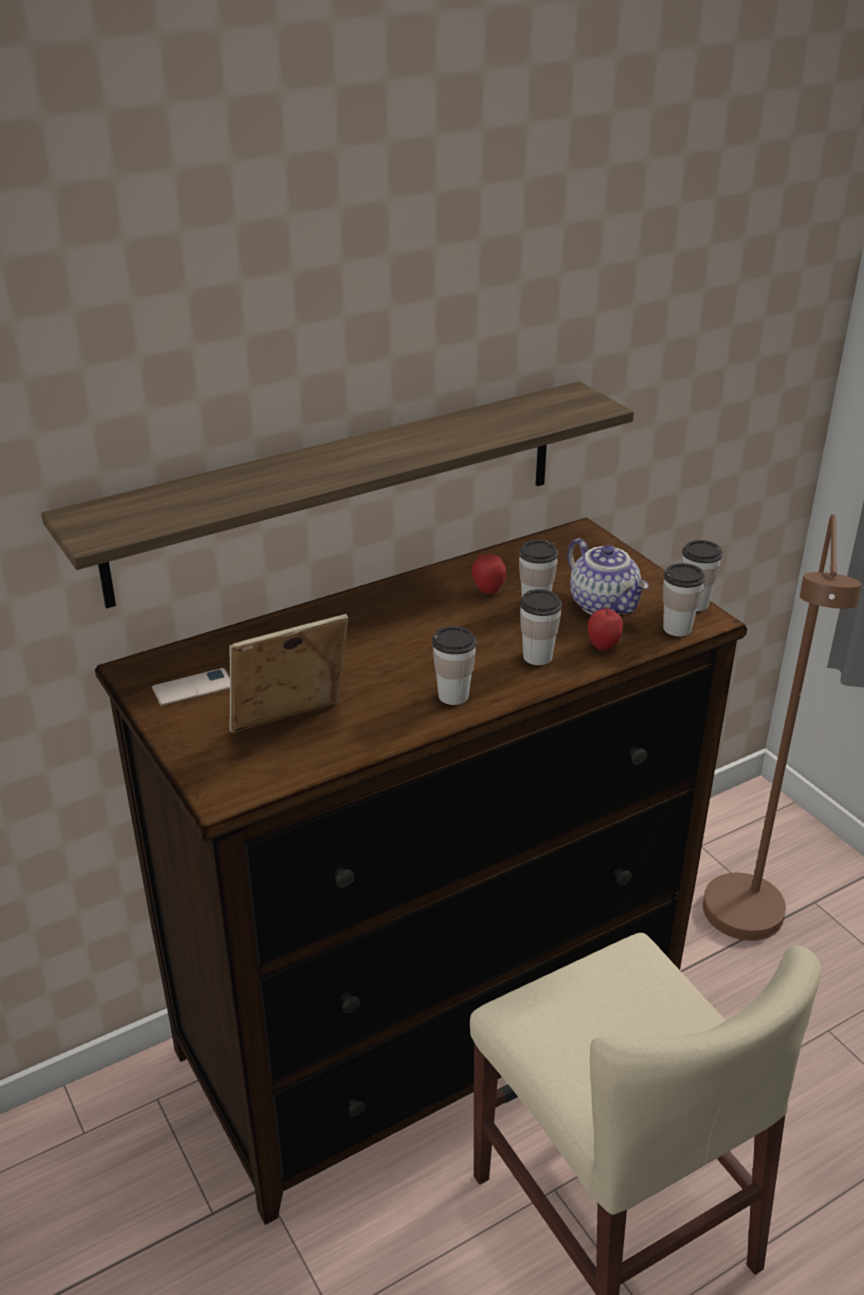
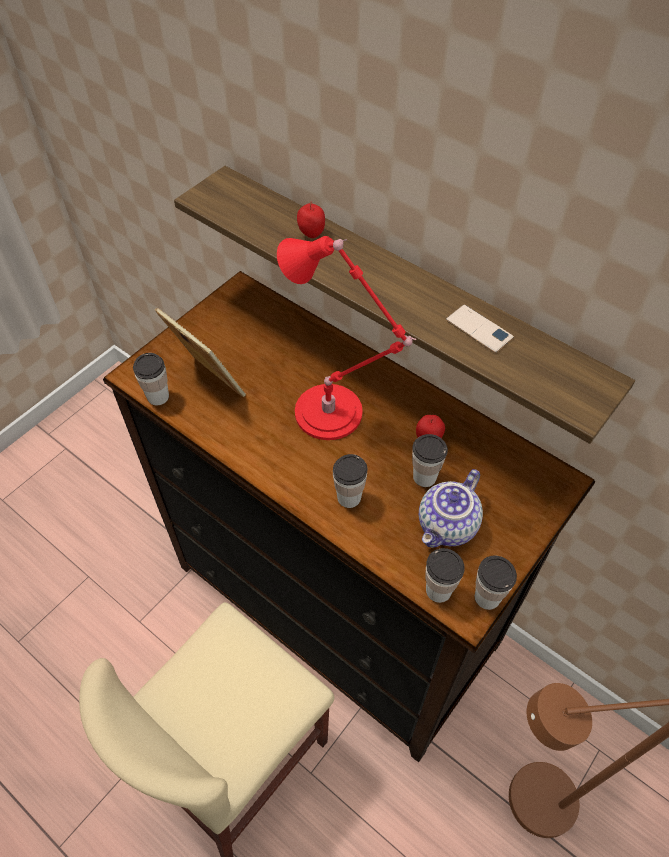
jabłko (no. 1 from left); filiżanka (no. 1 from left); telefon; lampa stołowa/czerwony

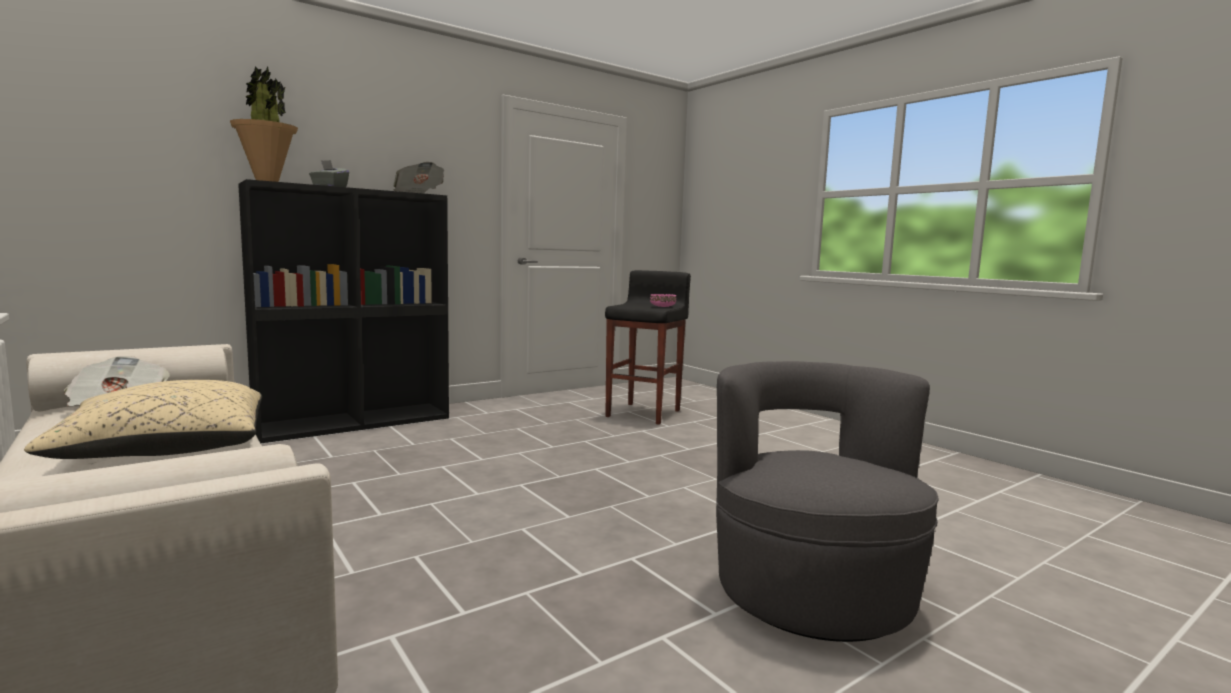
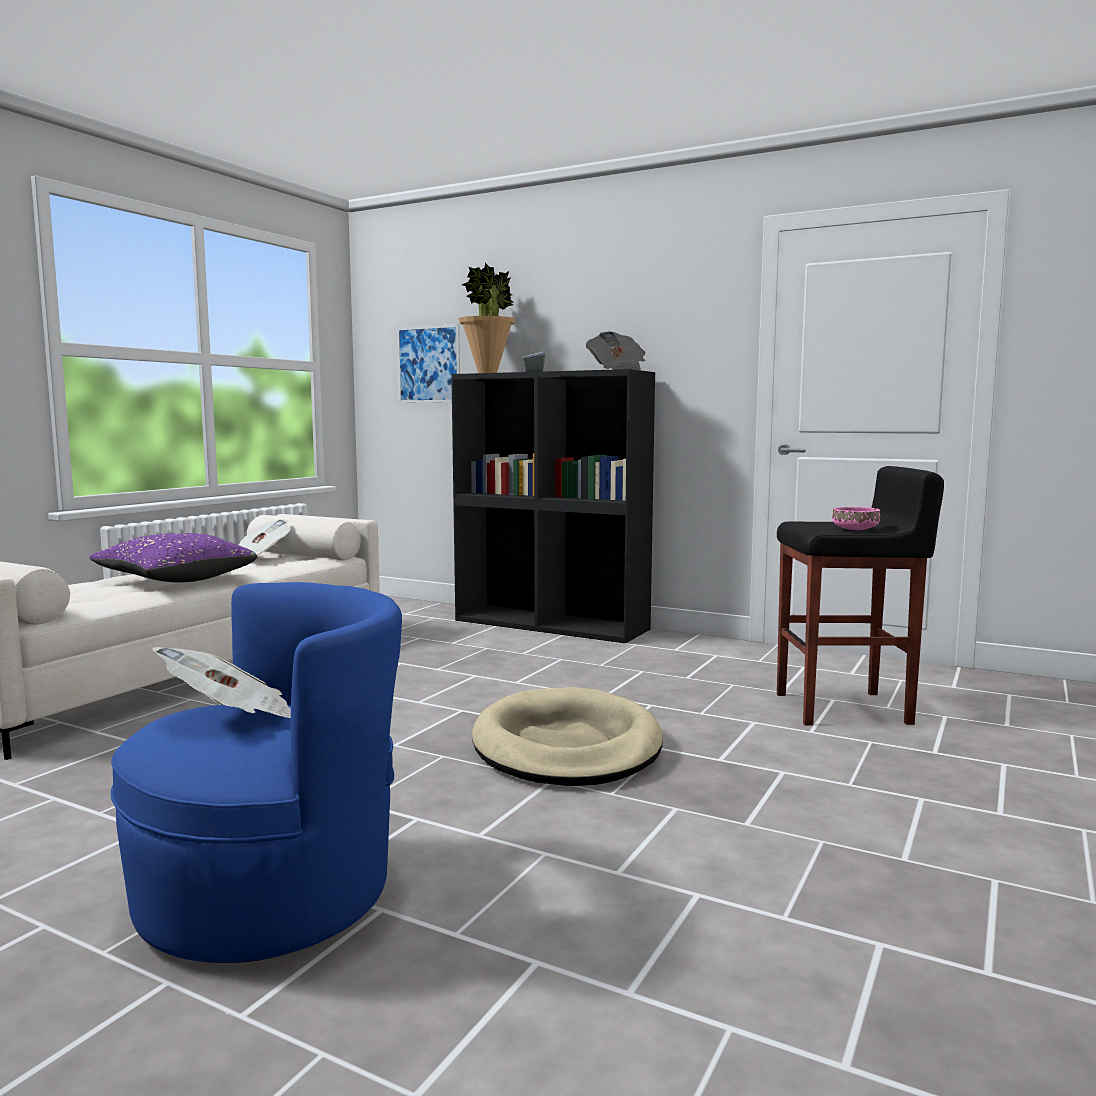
fotel/niebieski; poduszka/fioletowy; obraz; gazeta (no. 1 from left); legowisko/beżowy

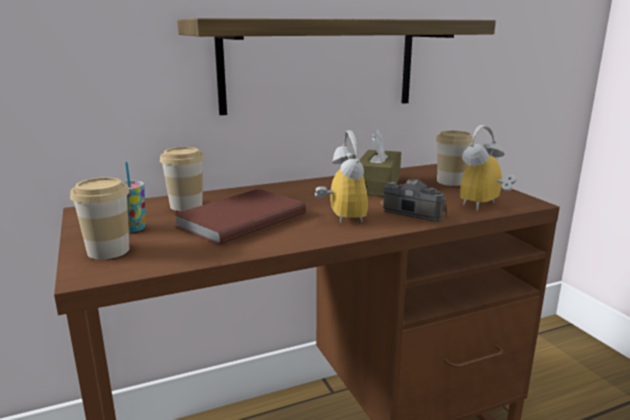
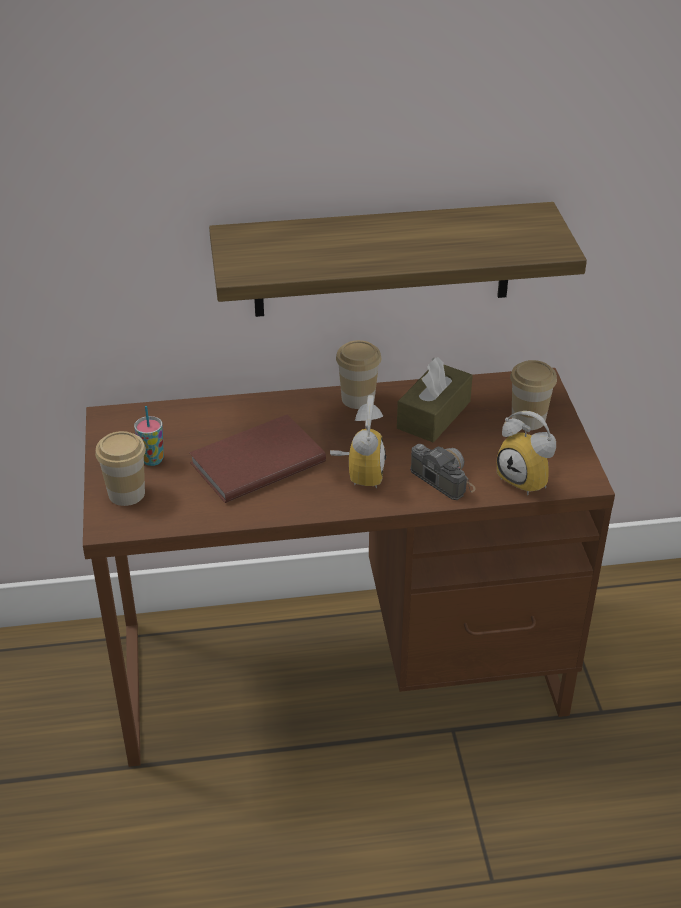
budzik (no. 2 from left); filiżanka (no. 3 from left)

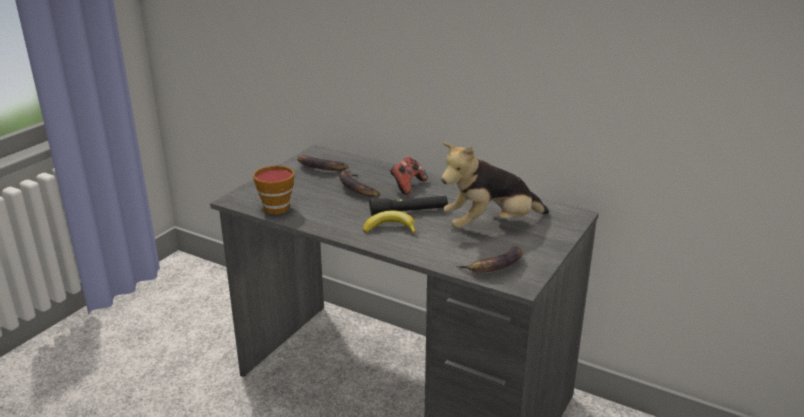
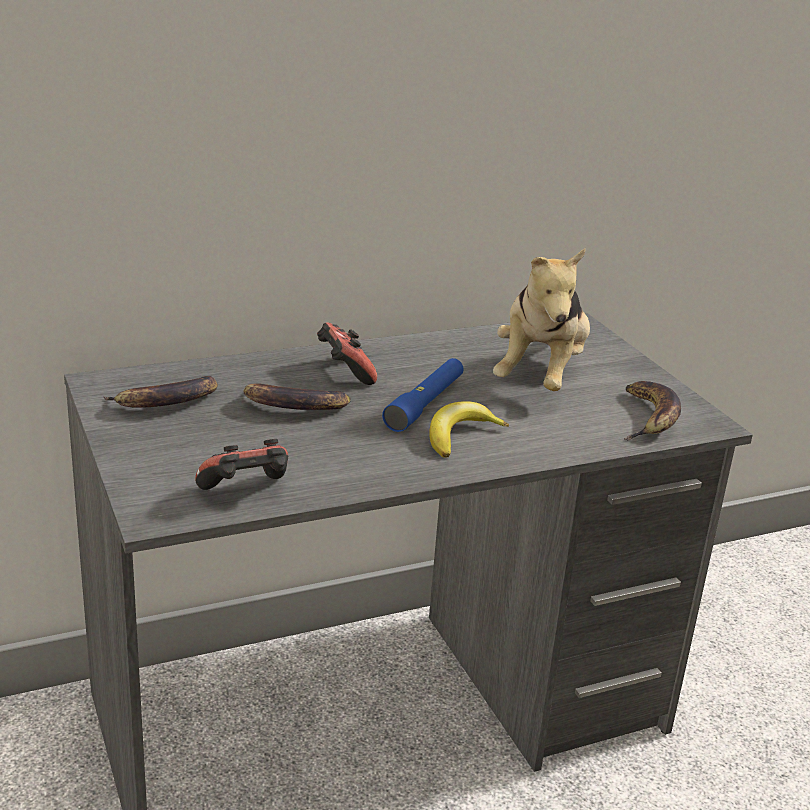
pad do gier (no. 1 from left); latarka/niebieski

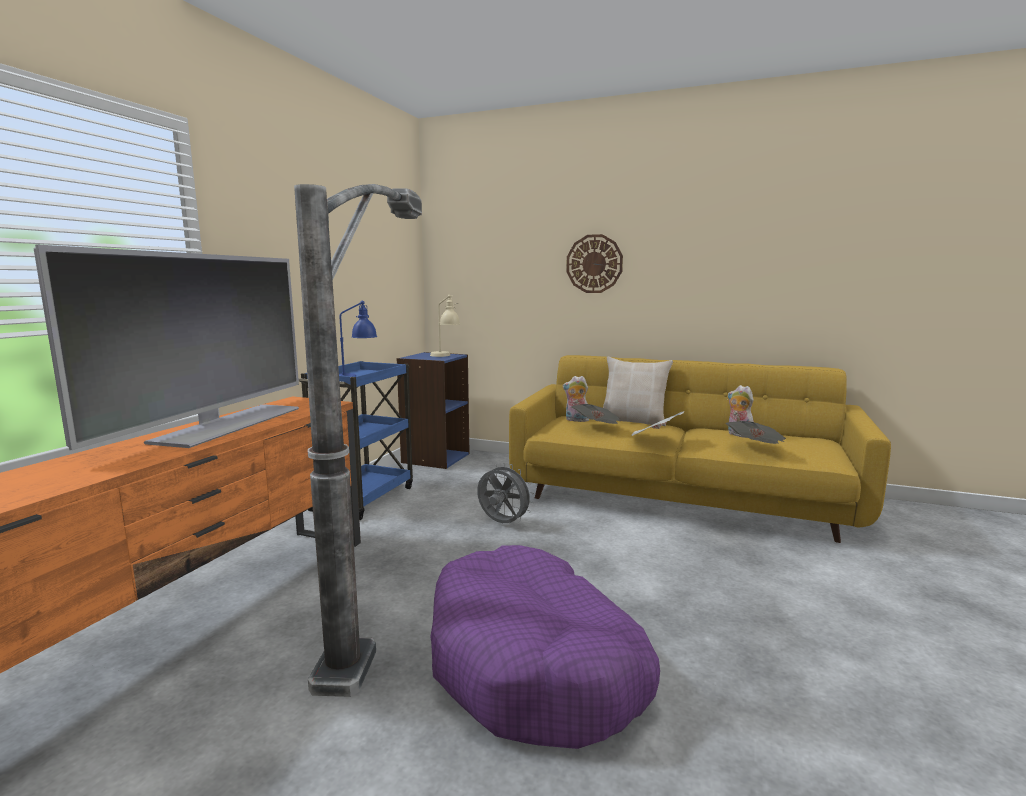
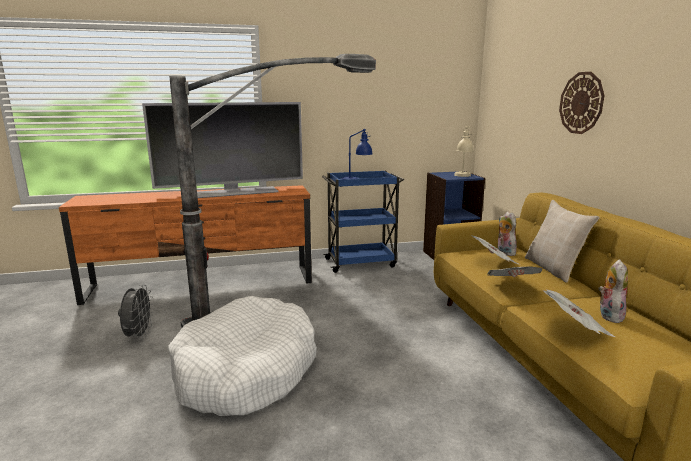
wentylator/szary; legowisko/biały

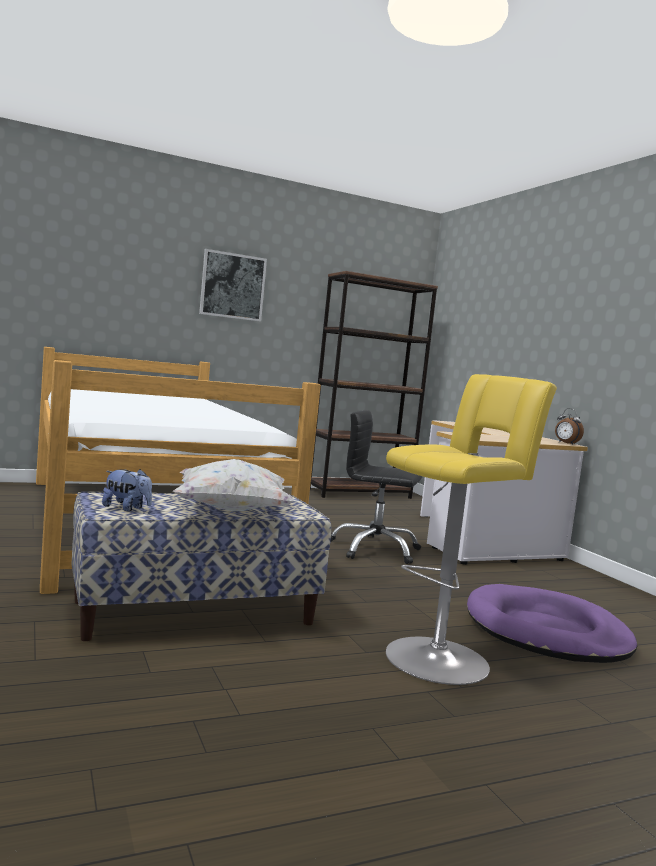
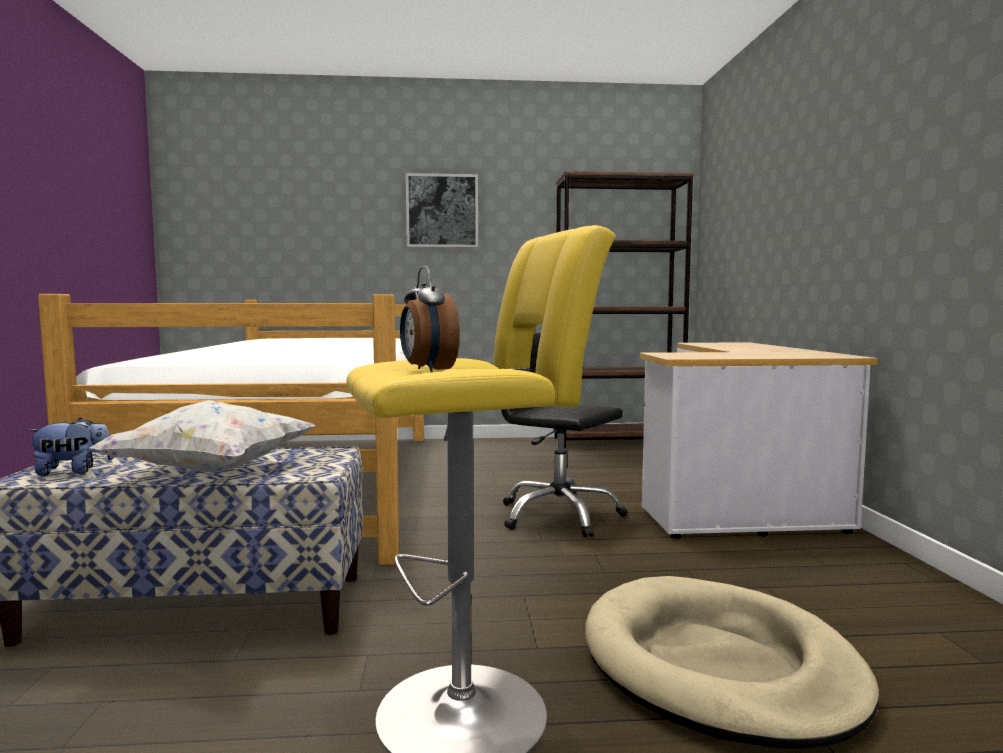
budzik; pluszak; legowisko/beżowy

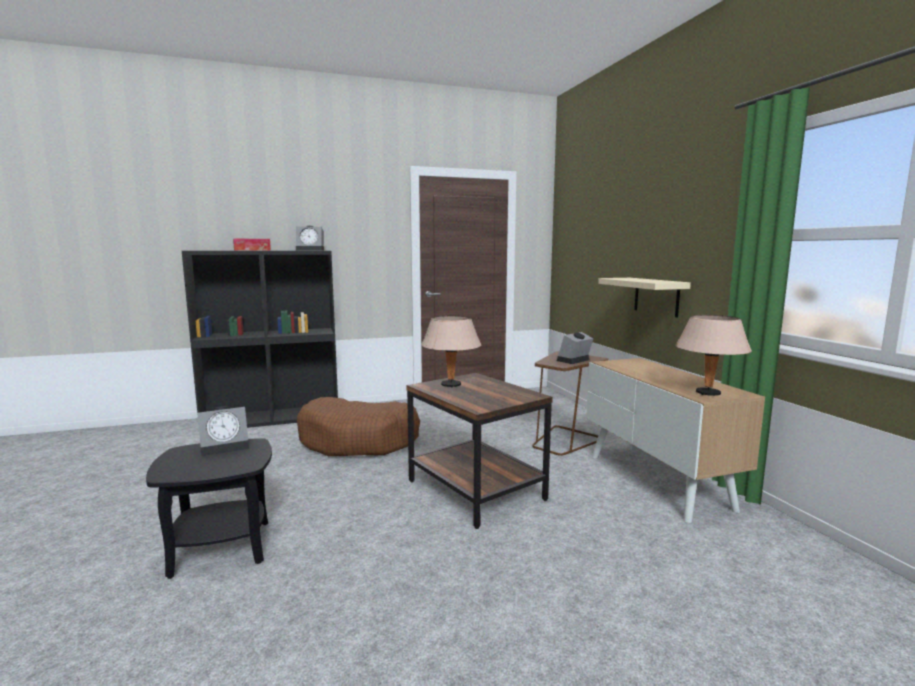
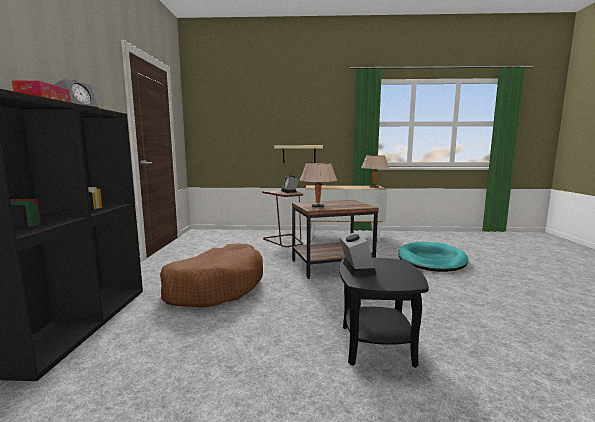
legowisko/turkusowy

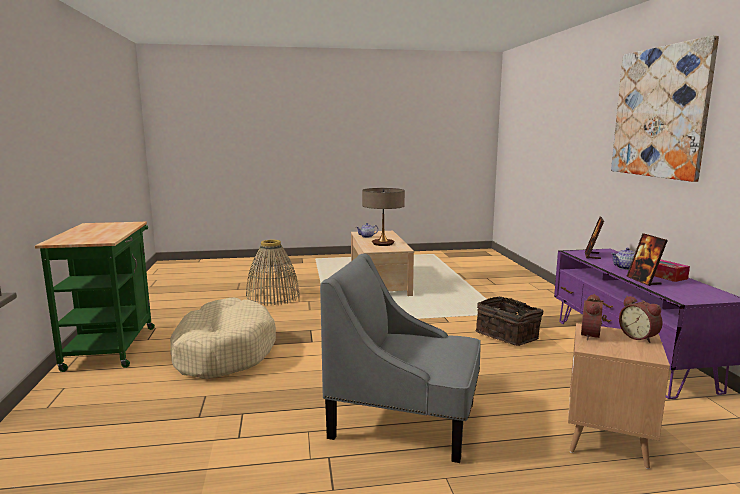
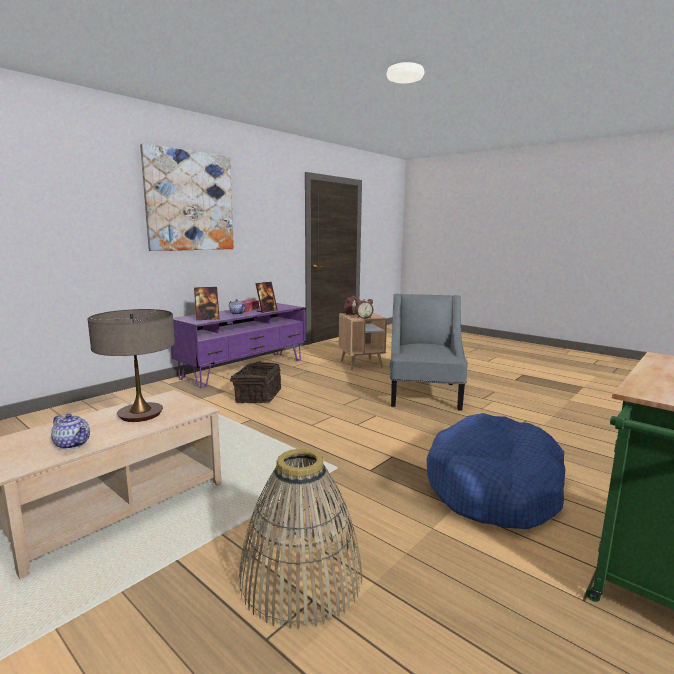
fotel/szary; legowisko/niebieski

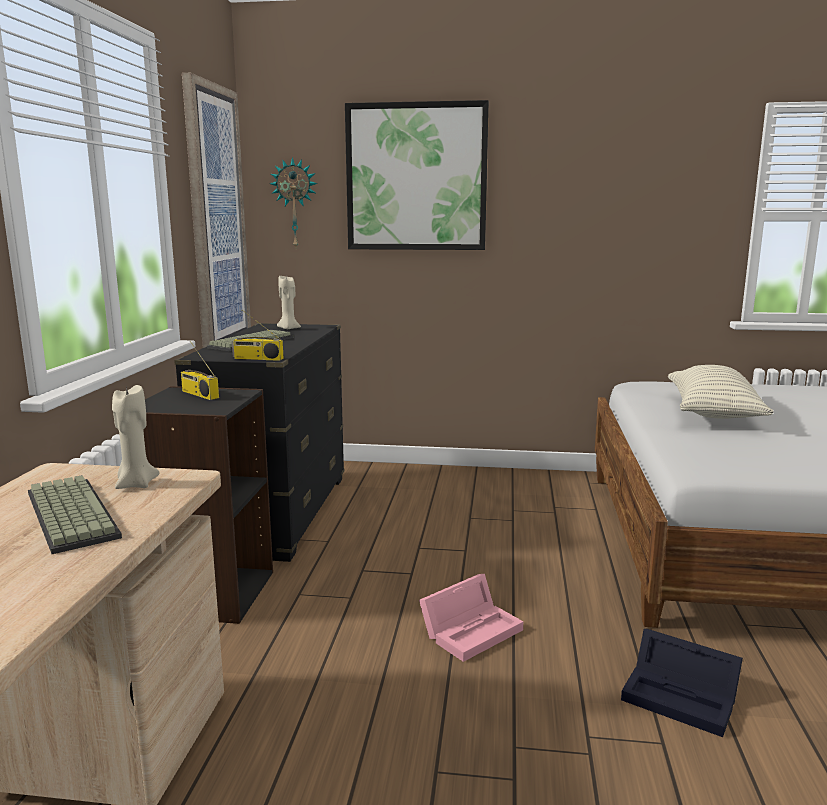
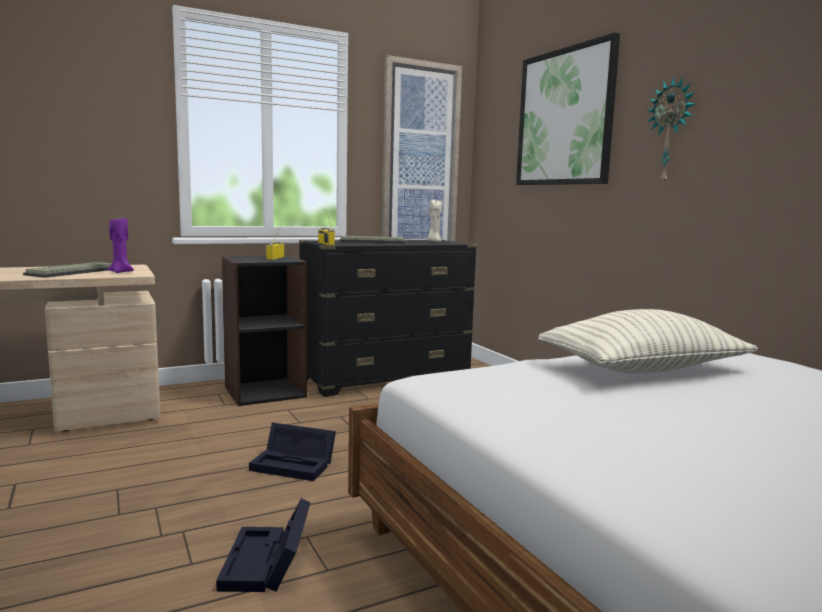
zegar ścienny; świeca/fioletowy; pojemnik do przechowywania/czarny (no. 2 from left)

